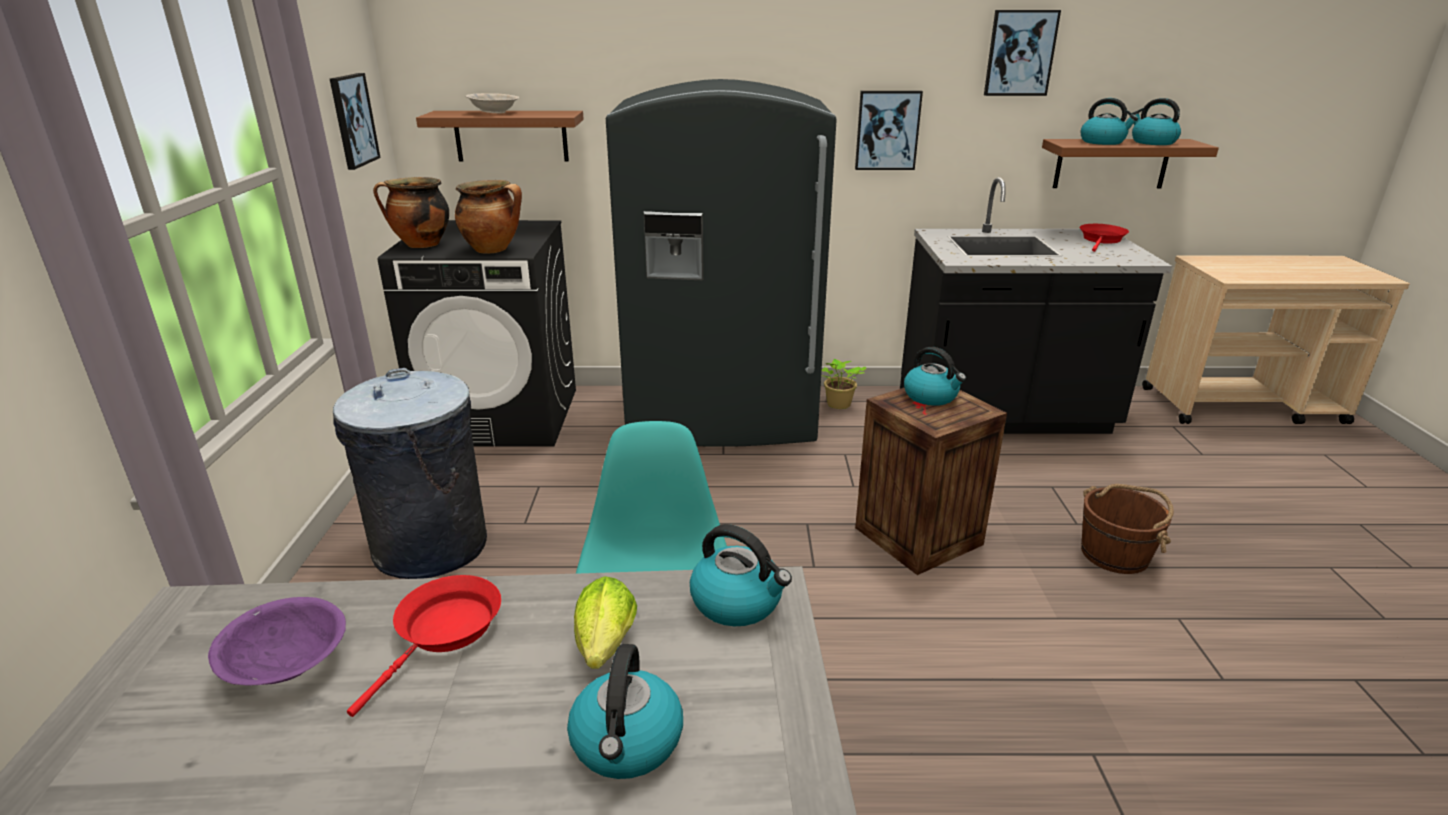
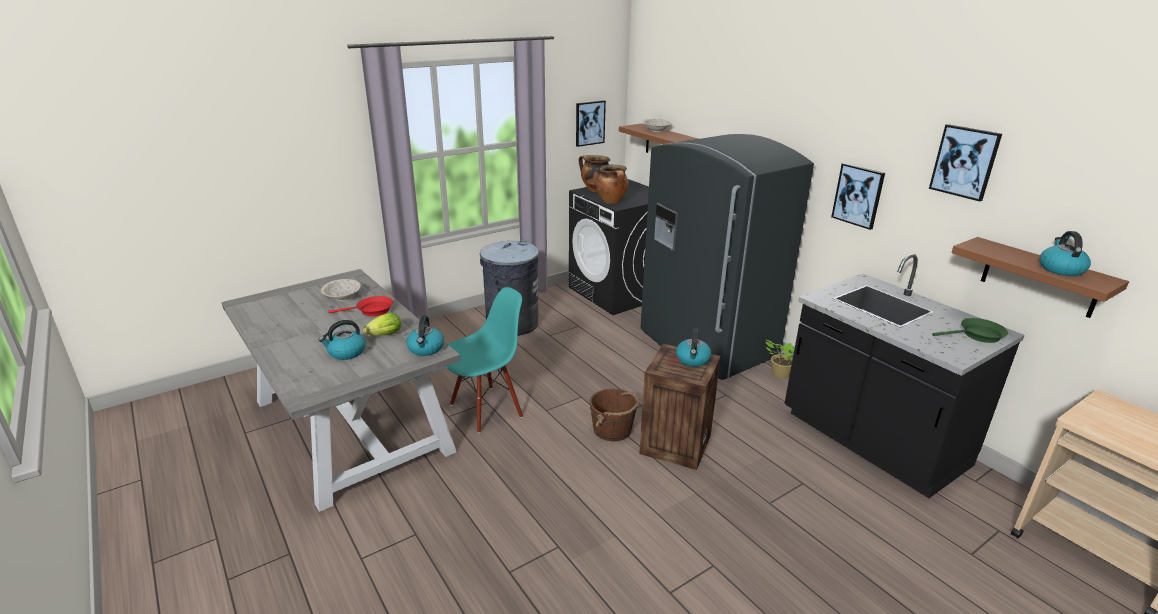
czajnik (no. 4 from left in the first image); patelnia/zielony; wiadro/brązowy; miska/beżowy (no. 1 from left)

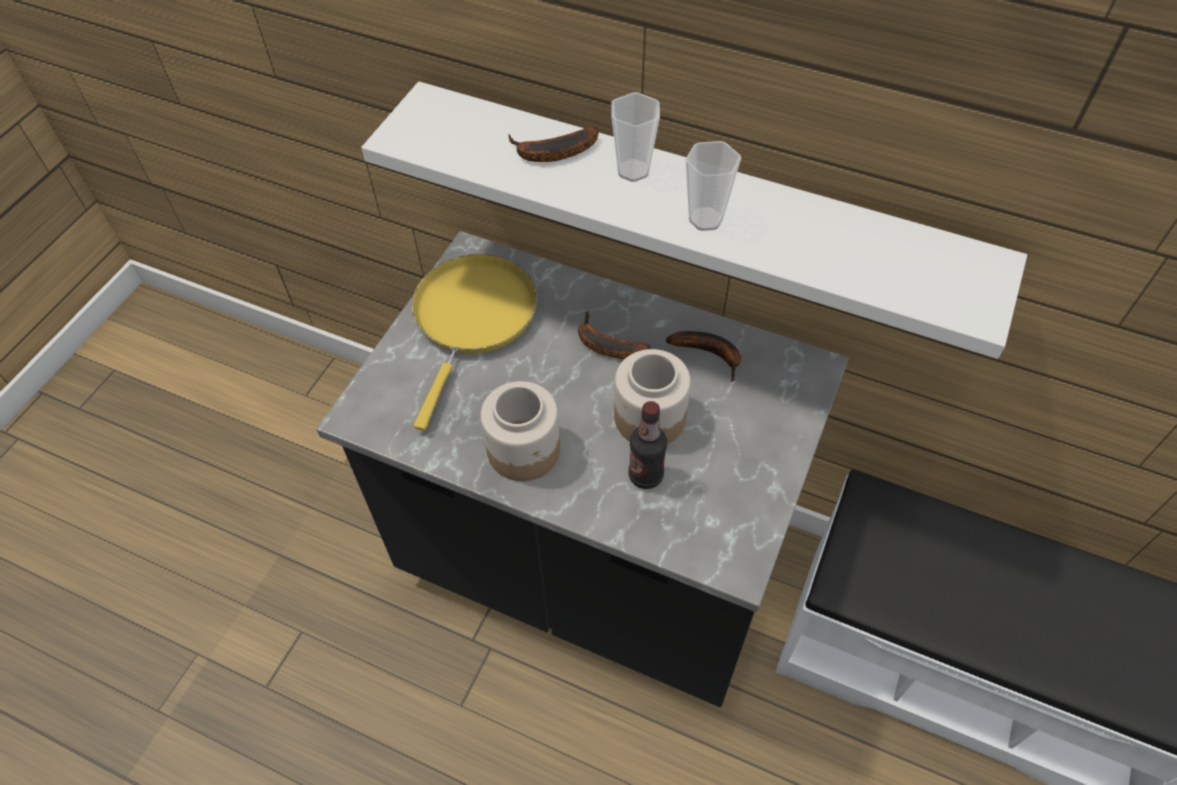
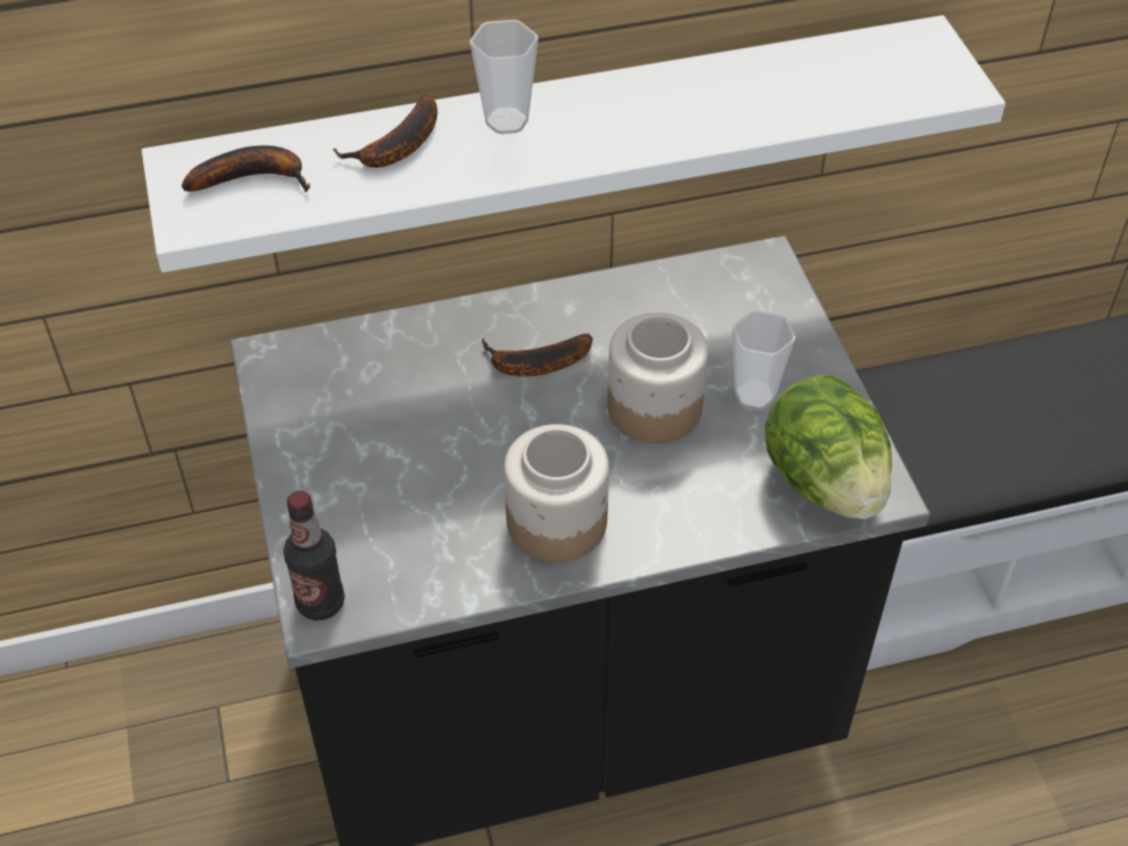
filiżanka (no. 2 from left); patelnia/żółty; banan (no. 1 from left); butelka; sałata

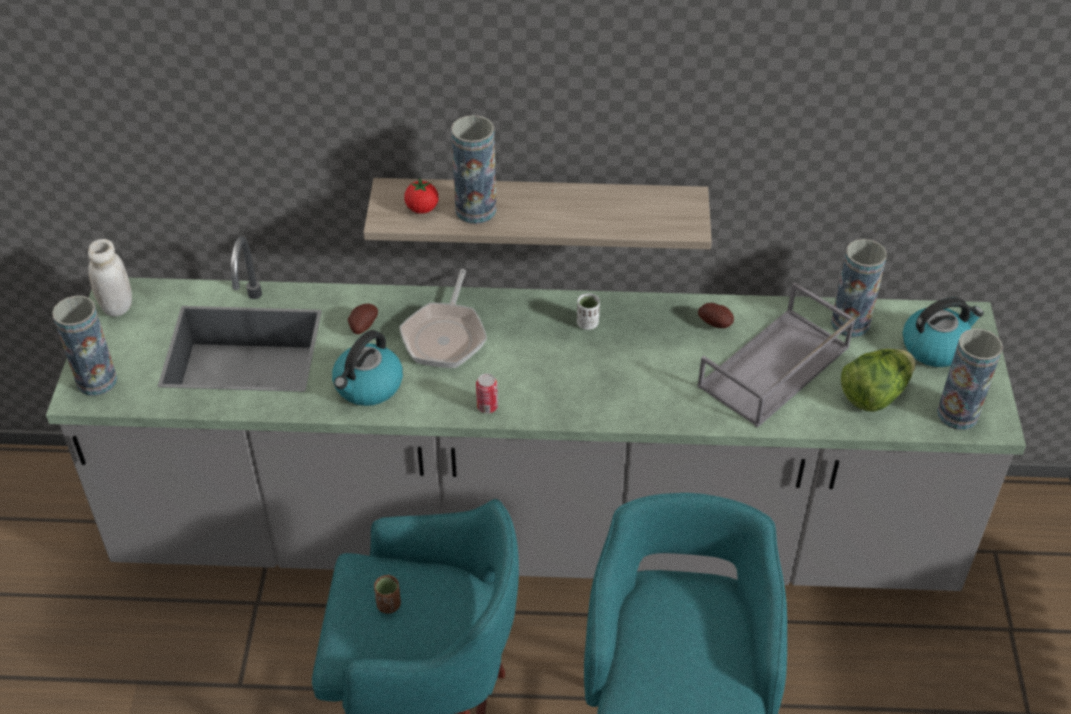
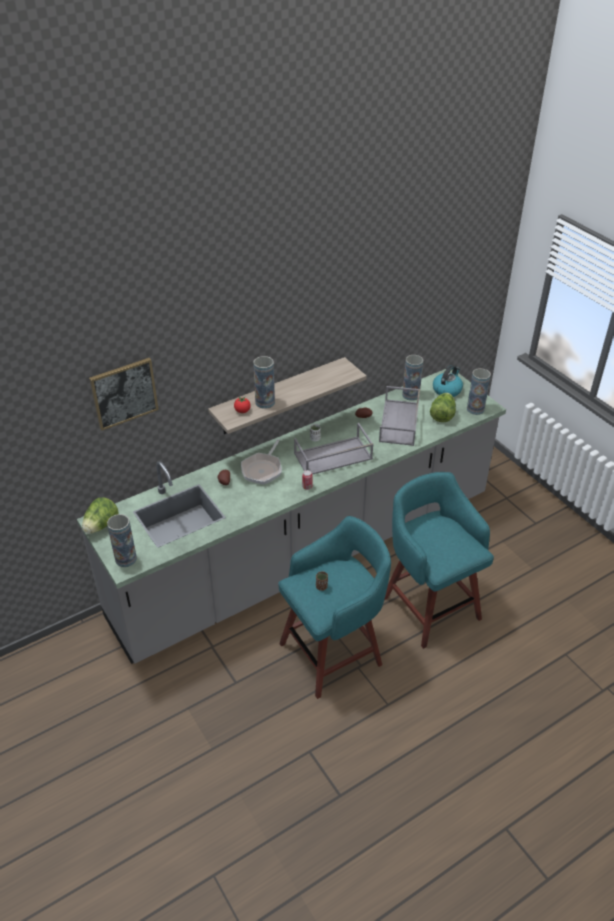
sałata (no. 1 from left); patelnia; czajnik (no. 1 from left in the first image); obraz; taca/szary (no. 1 from left)

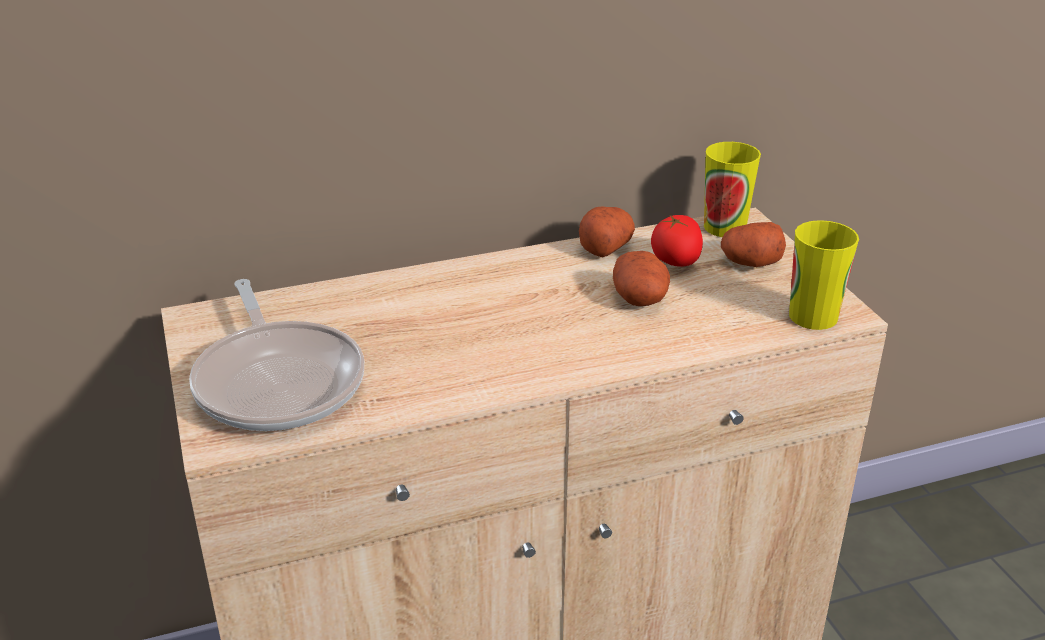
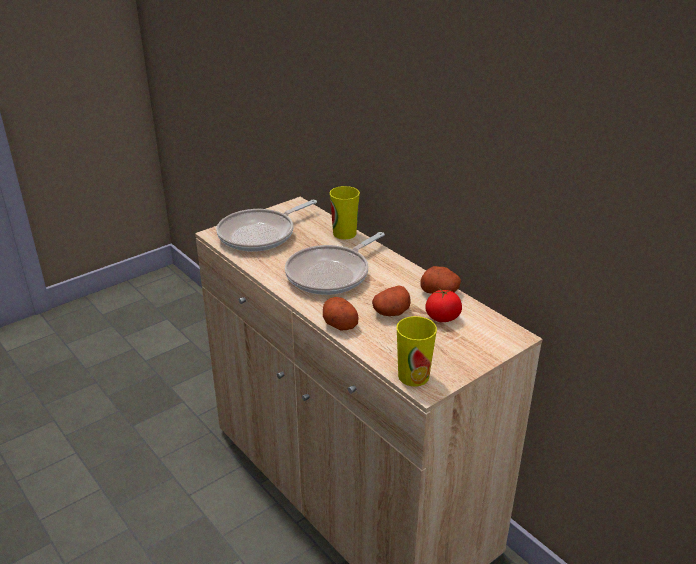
filiżanka (no. 1 from left); ziemniak (no. 1 from left); patelnia (no. 2 from left)

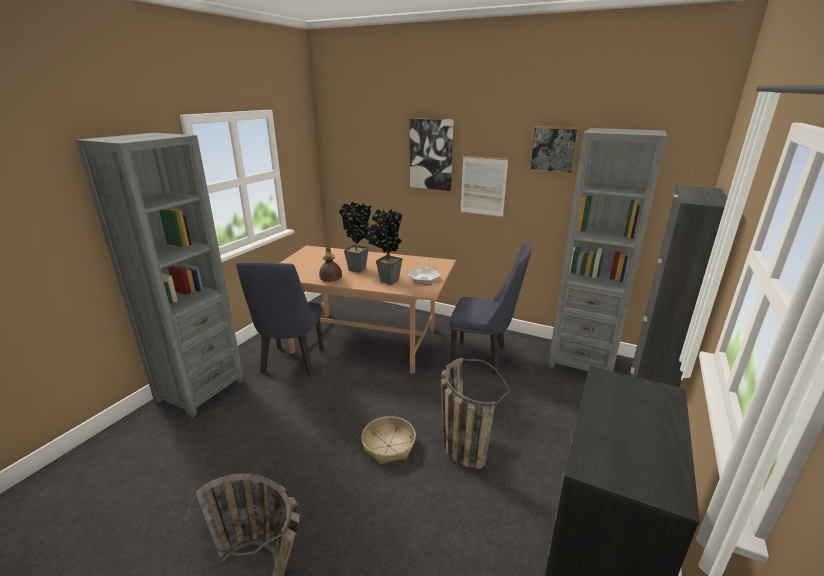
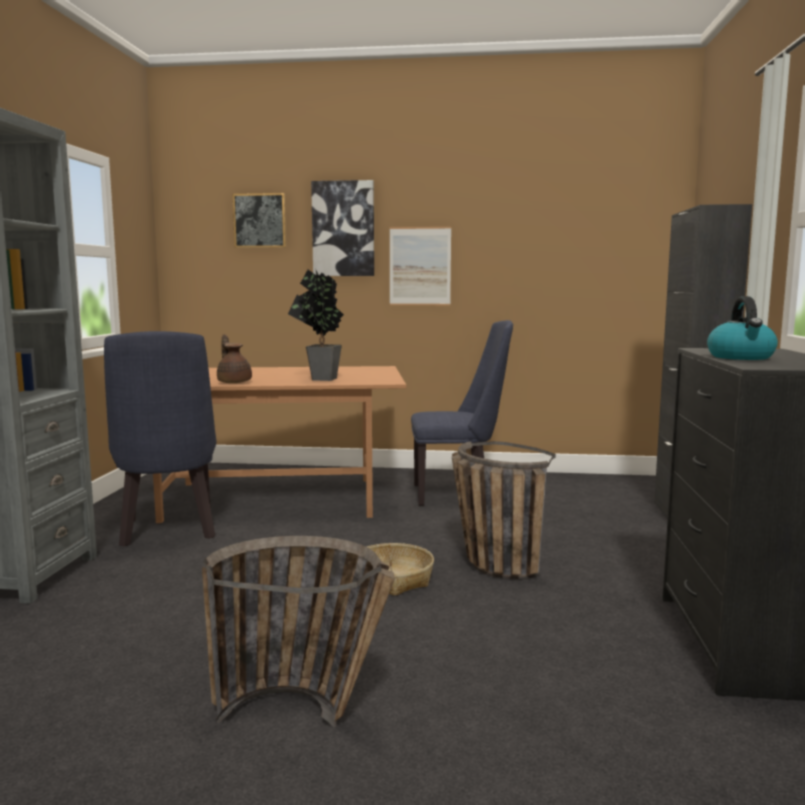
obraz (no. 1 from left); regał/szary (no. 2 from left in the first image); roślina doniczkowa (no. 1 from left in the first image); patelnia; czajnik

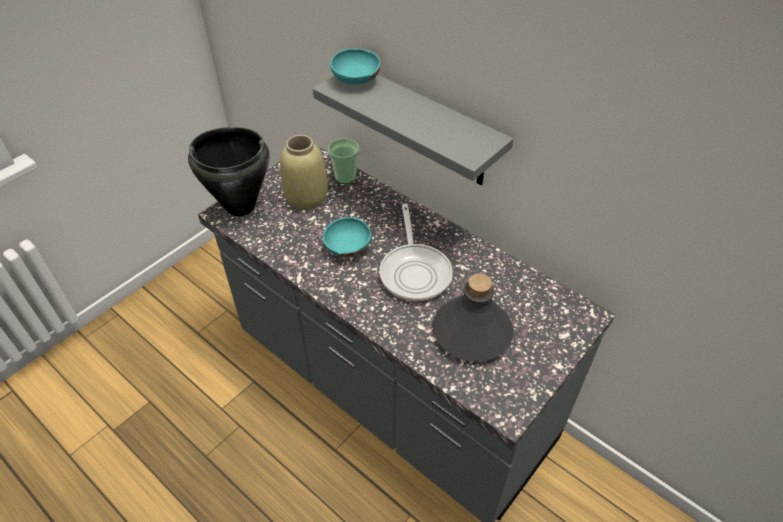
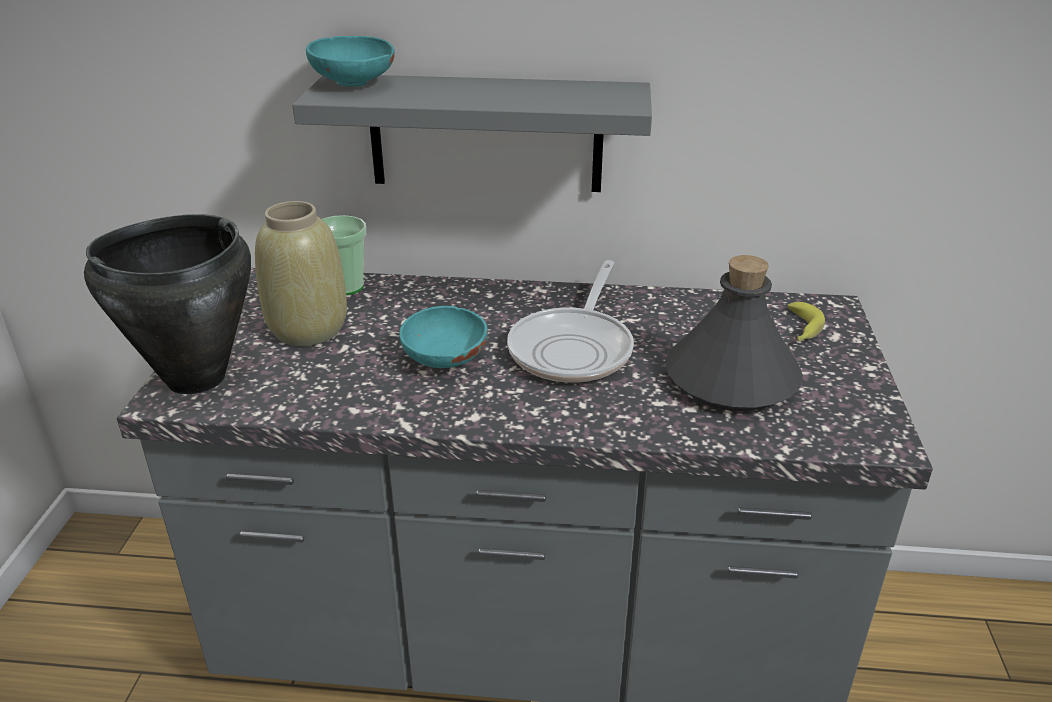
patelnia; banan

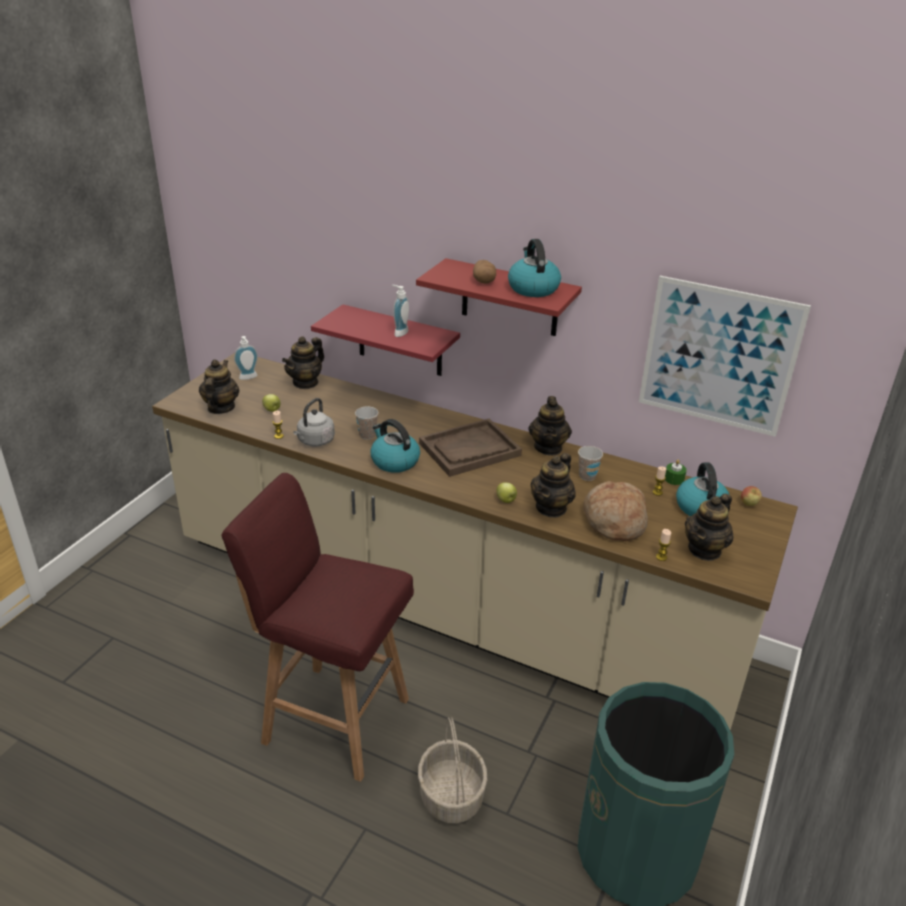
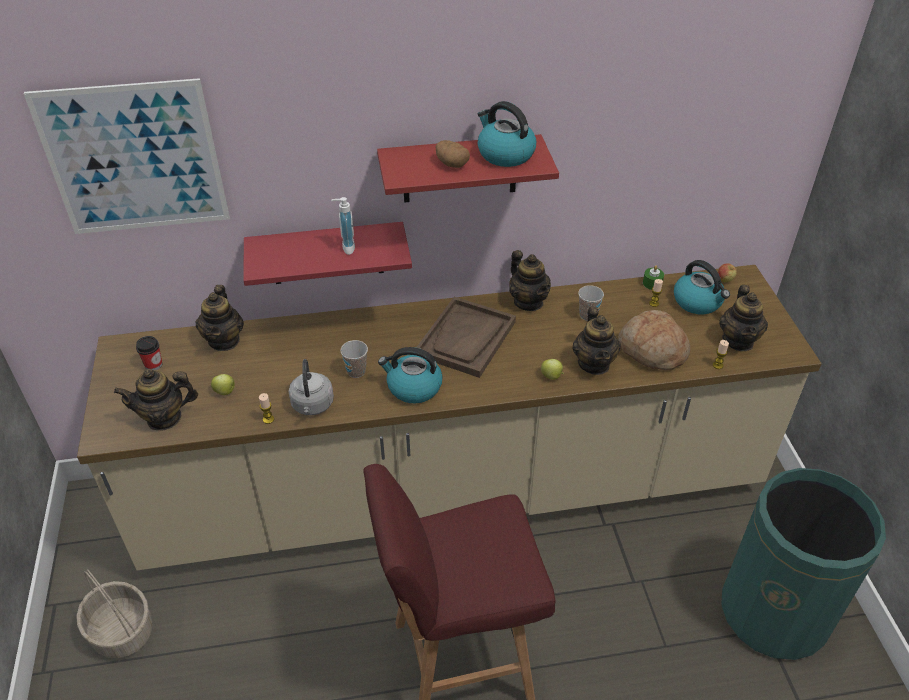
obraz; filiżanka (no. 1 from left); imbryk (no. 1 from left); koszyk

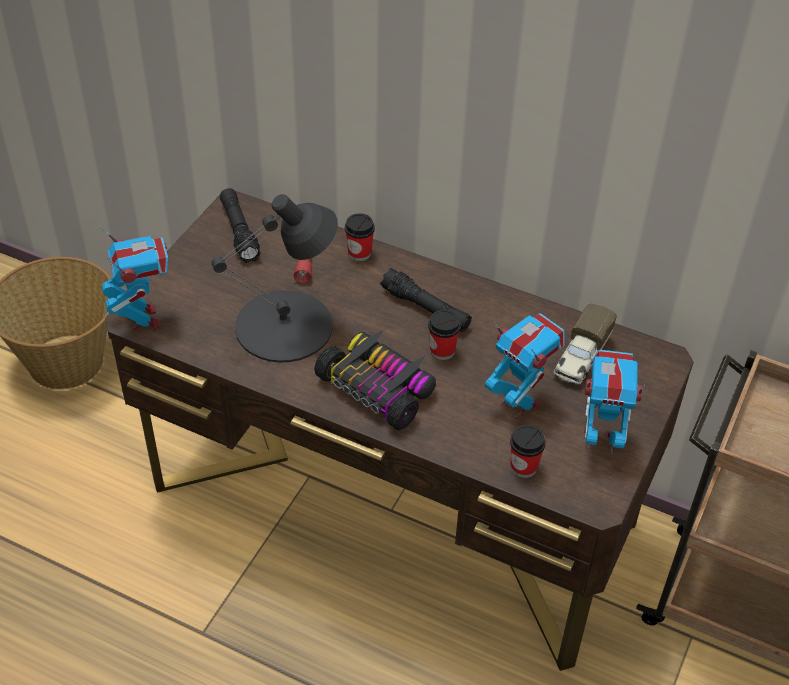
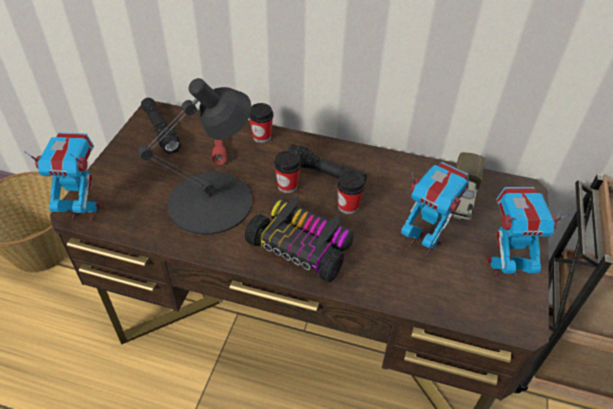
robot zabawkowy (no. 1 from left); filiżanka (no. 2 from left)

